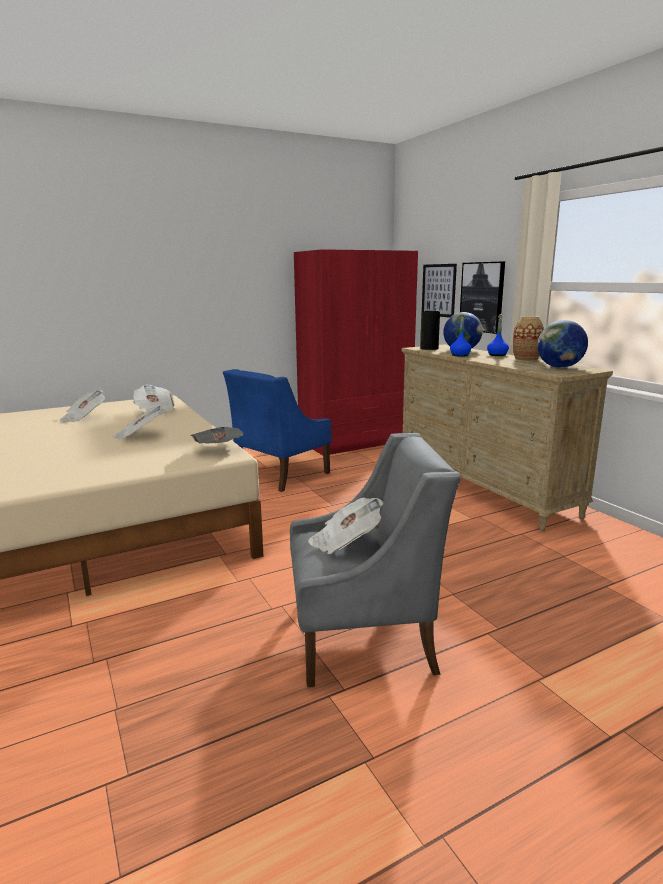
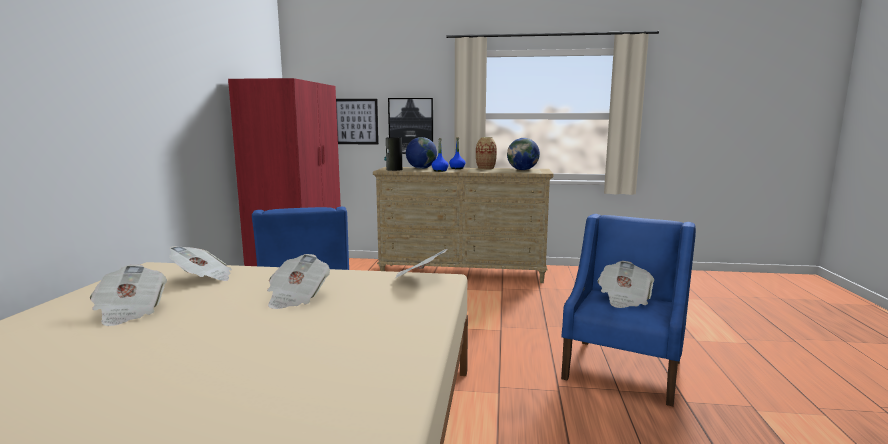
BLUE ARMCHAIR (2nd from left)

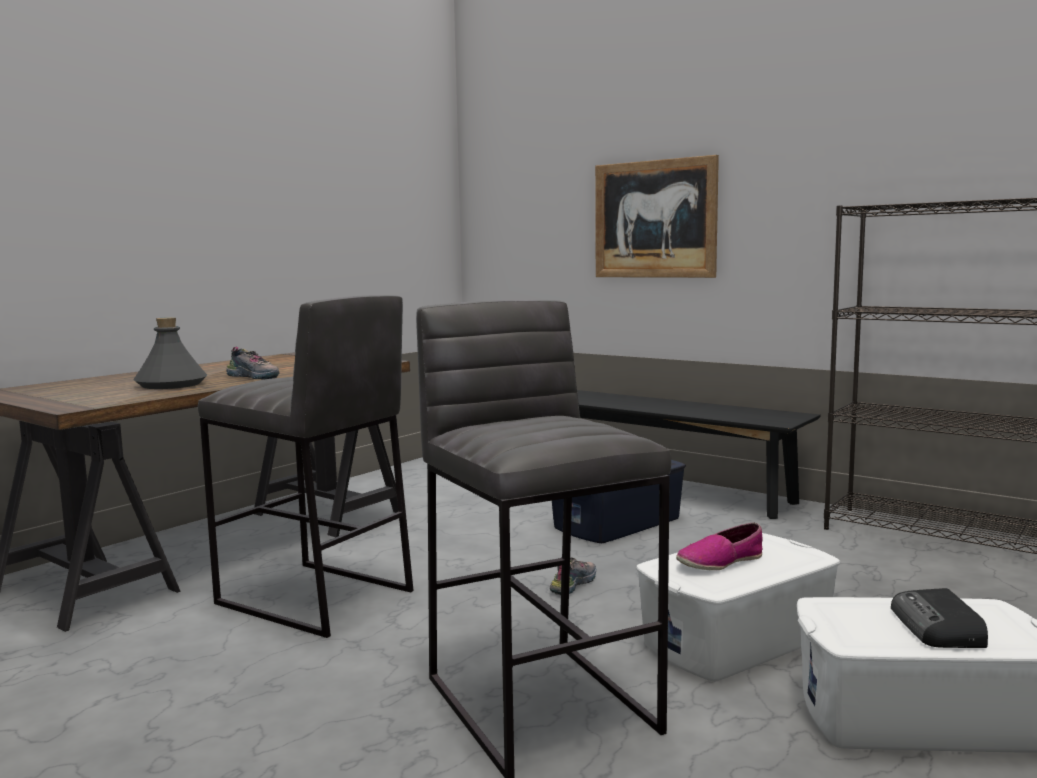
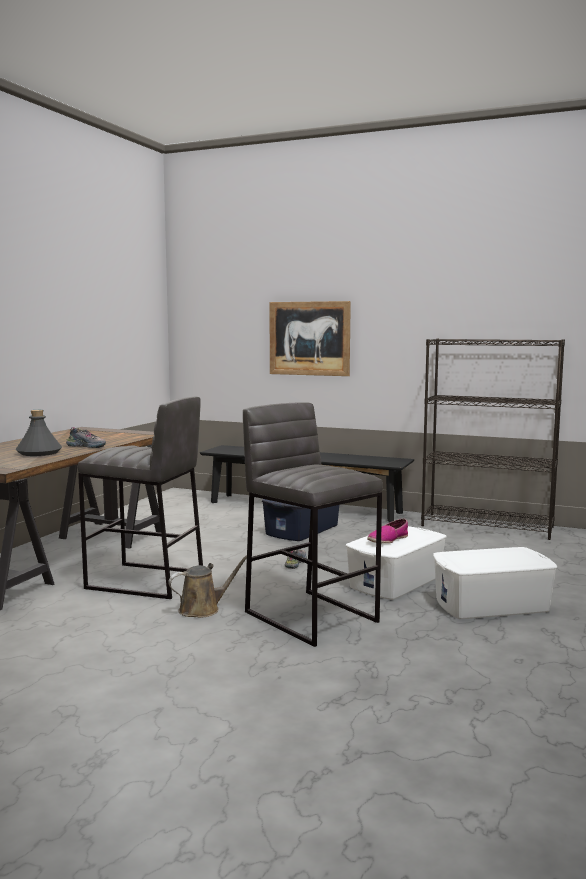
BROWN-COLOURED WATERING CAN; RADIO RECEIVER

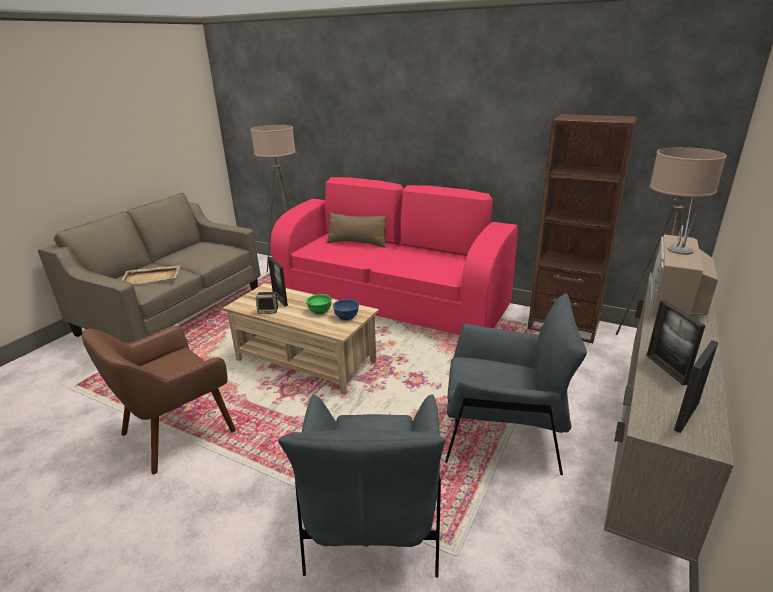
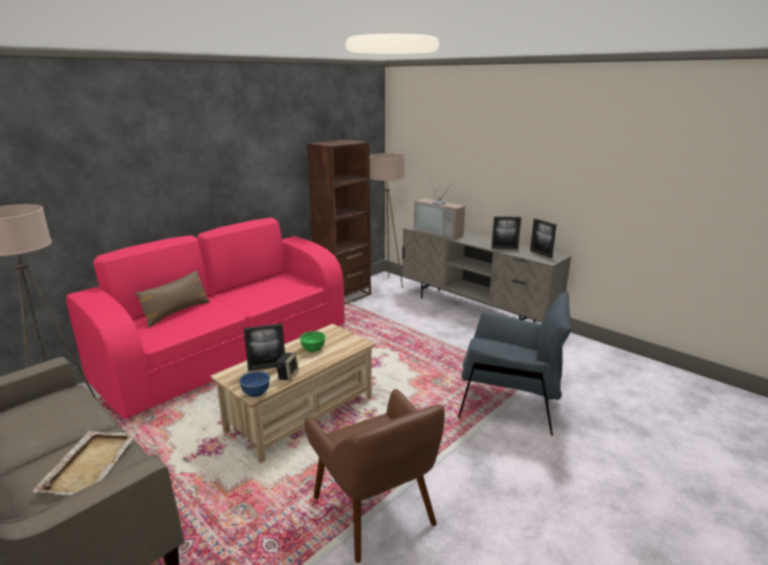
BLUE BOWL; GREYISH ARMCHAIR (2nd from left in the first image)

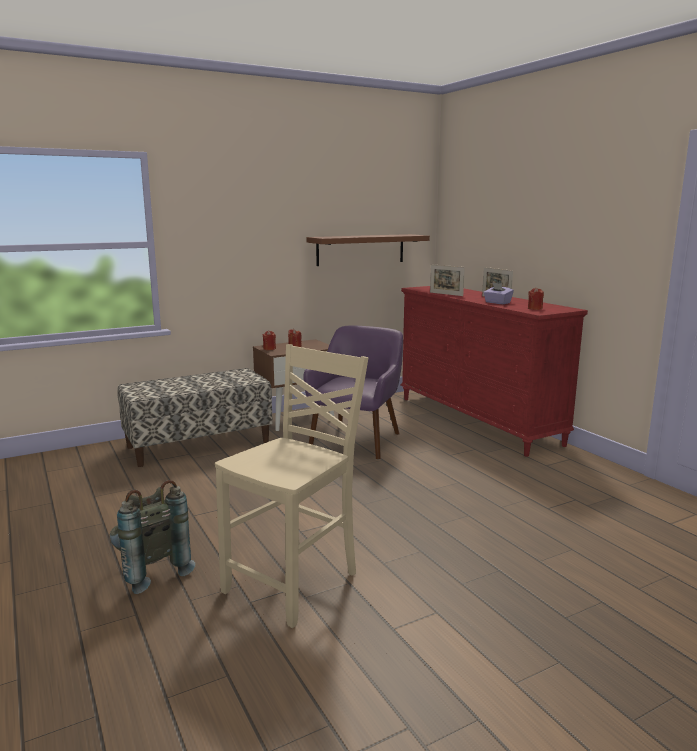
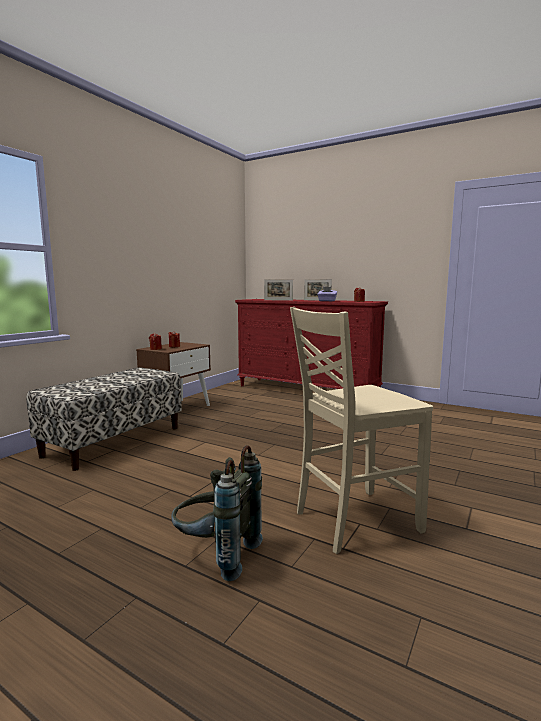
BEIGE-COLOURED UPRIGHT CHAIR; PURPLISH ARMCHAIR; BROWN-COLOURED WALL SHELF

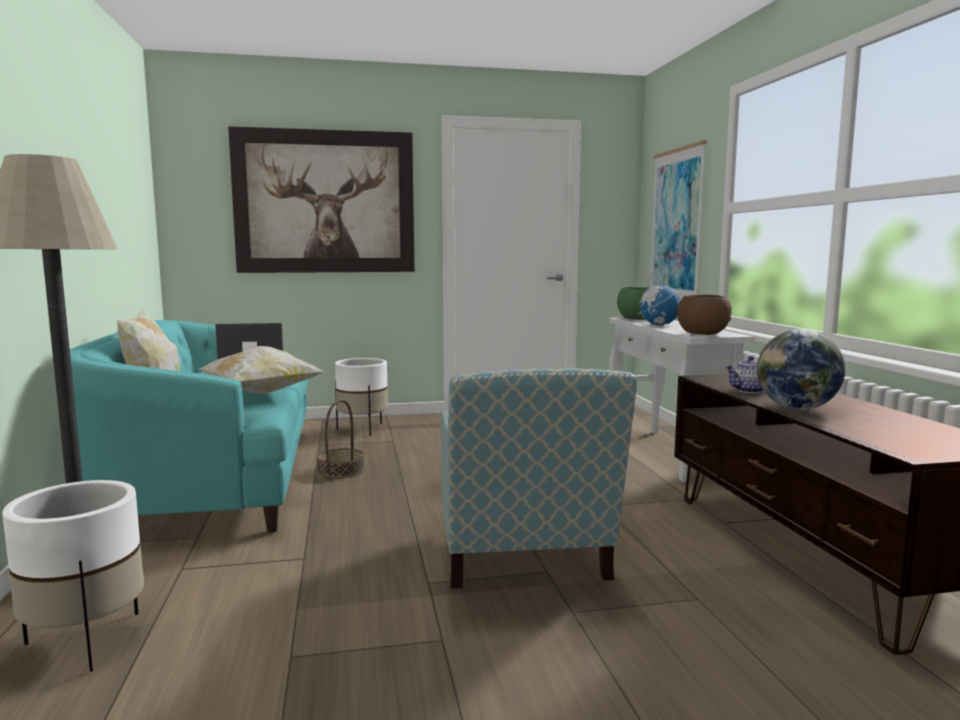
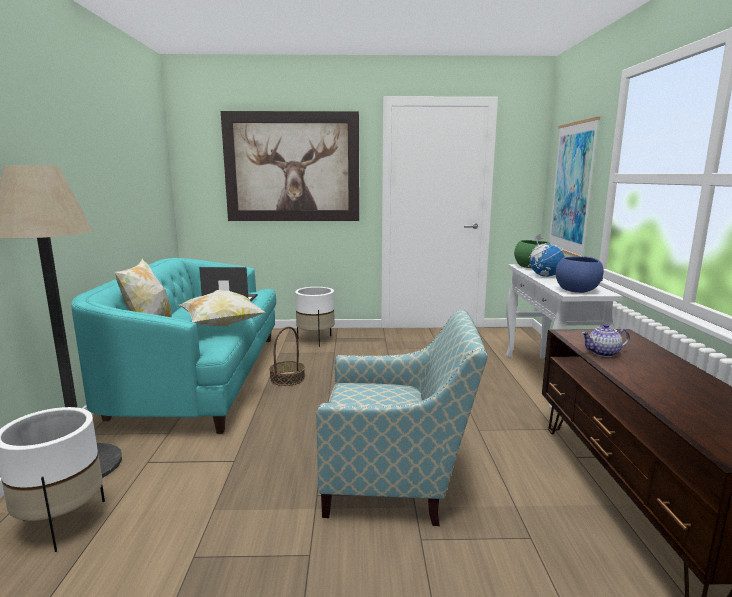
ARMCHAIR; BLUE BOWL; WORLD GLOBE (2nd from left in the first image)

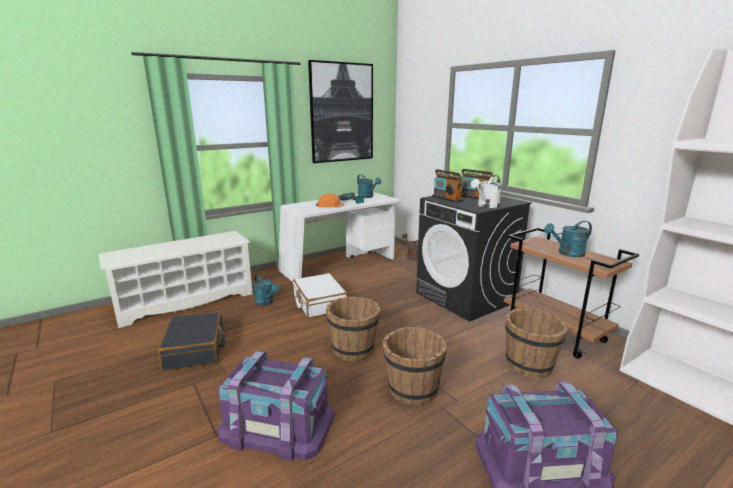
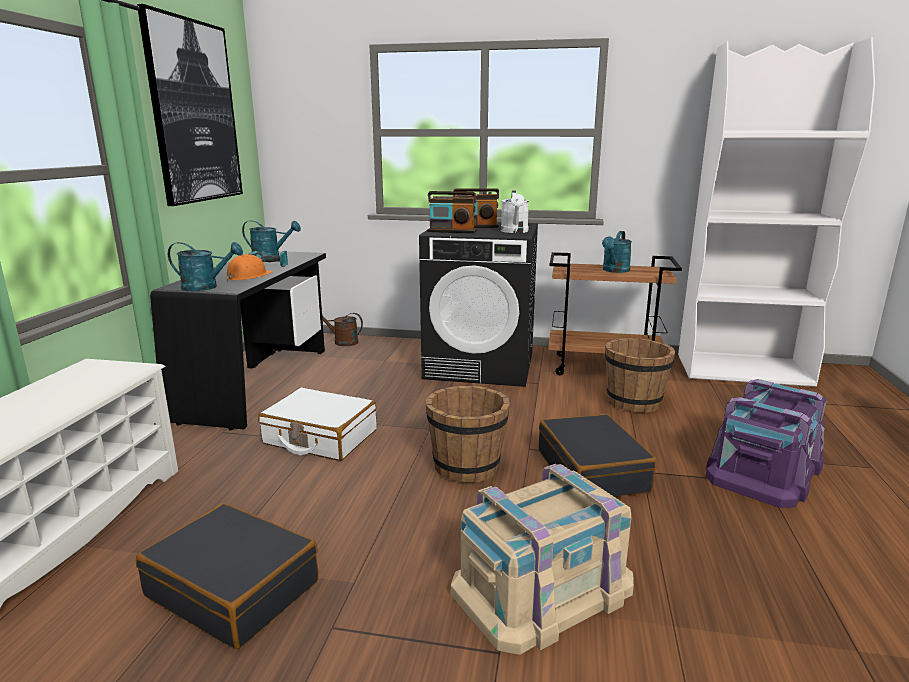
BLACKISH DESK; BLUE-GREEN WATERING CAN (1st from left); BEIGE-COLOURED STORAGE BIN; BLACKISH PIECE OF LUGGAGE (2nd from left)

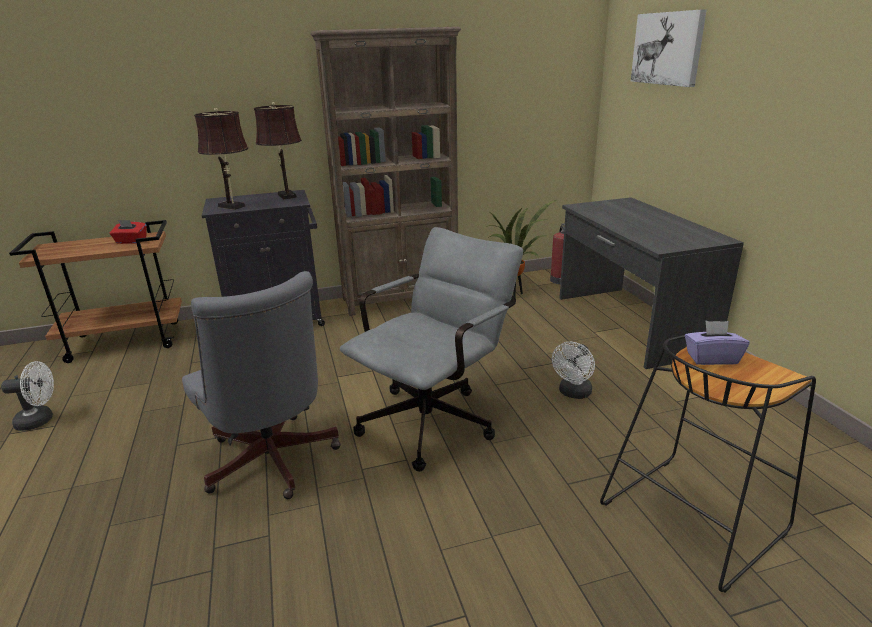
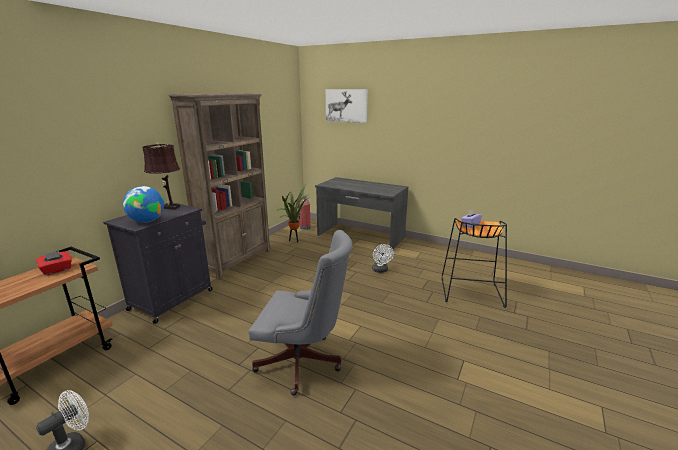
WORLD GLOBE; GREYISH OFFICE CHAIR (2nd from left in the first image)

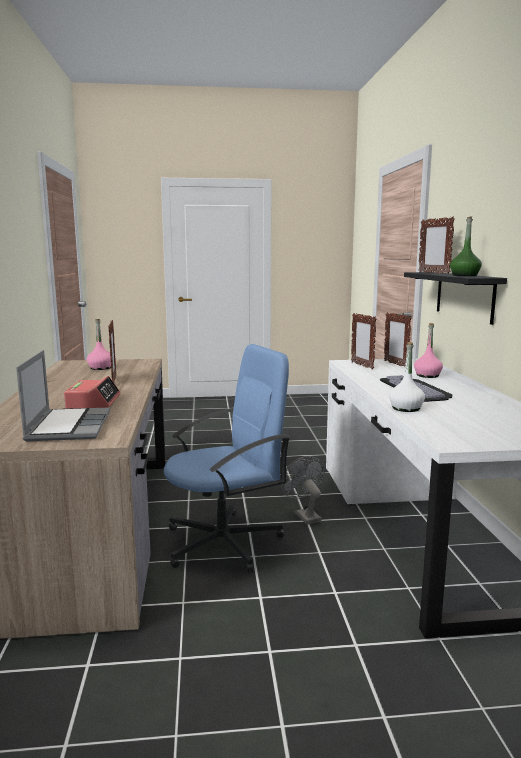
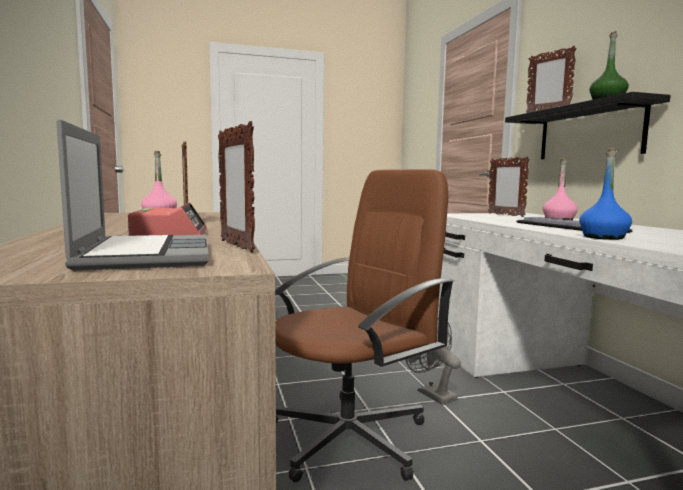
PHOTO FRAME (2nd from left); BROWN-COLOURED OFFICE CHAIR; BLUE BOTTLE

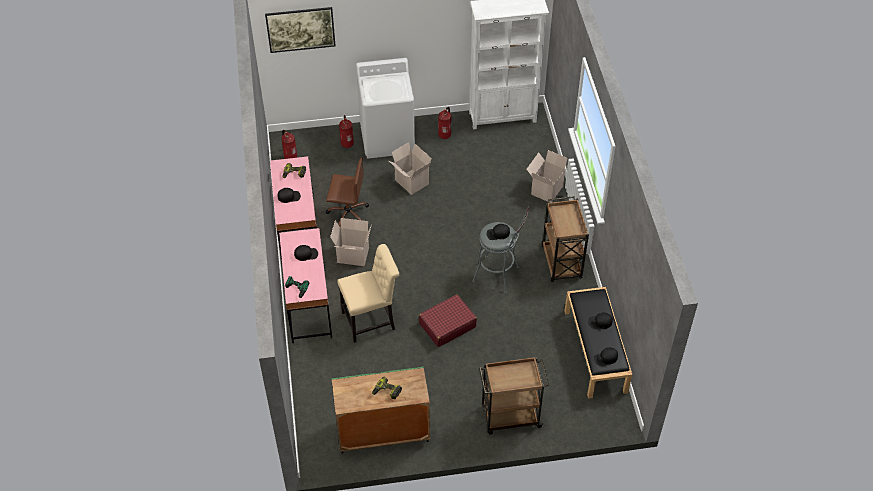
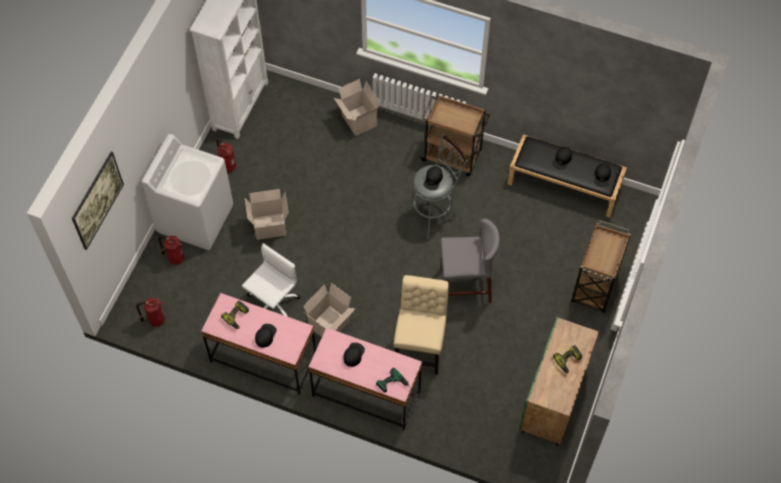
WHITISH OFFICE CHAIR; GREYISH SITTING STOOL (2nd from left)

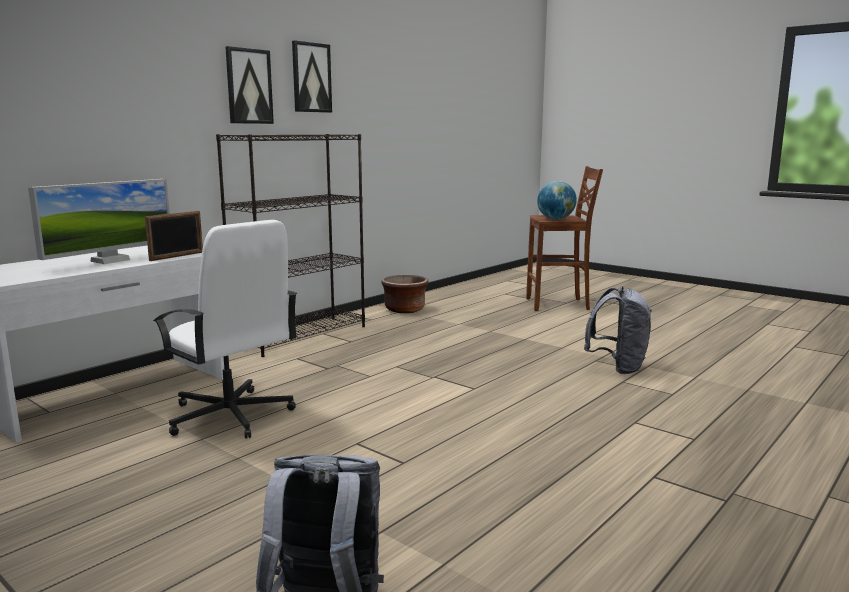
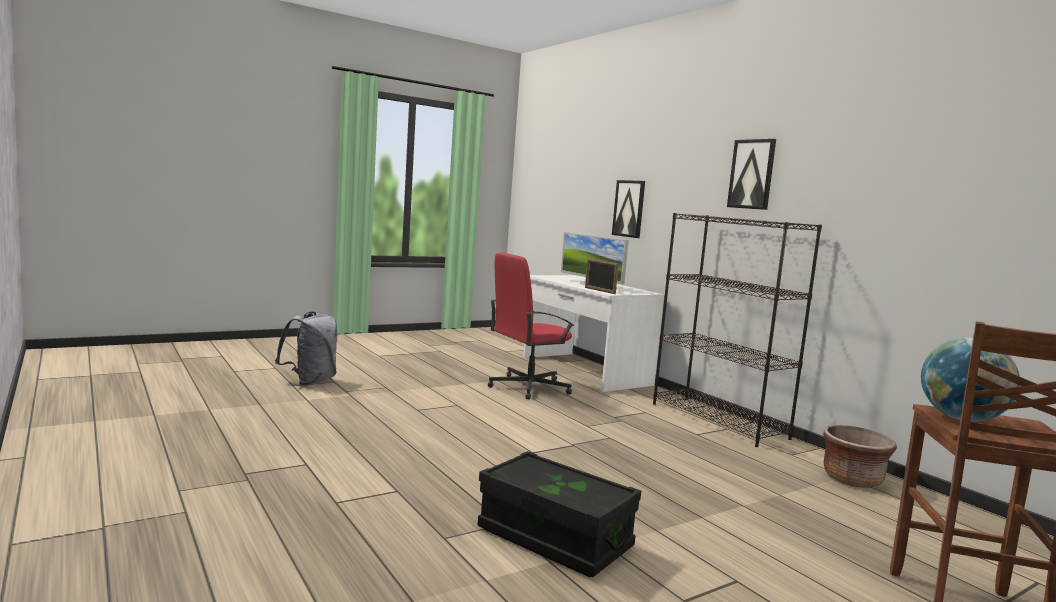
BLACKISH STORAGE BIN; REDDISH OFFICE CHAIR; WALL ART (1st from left)

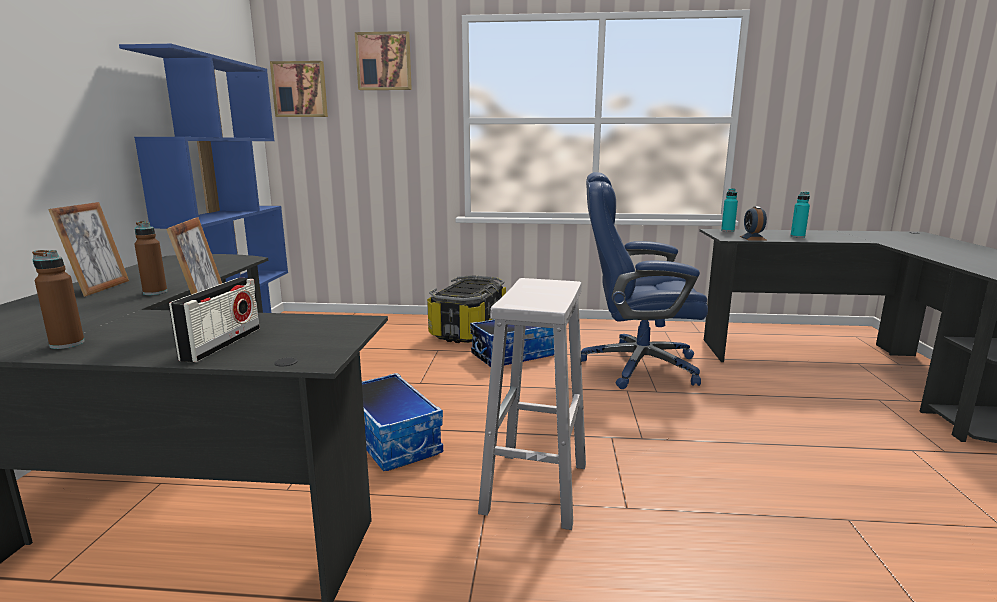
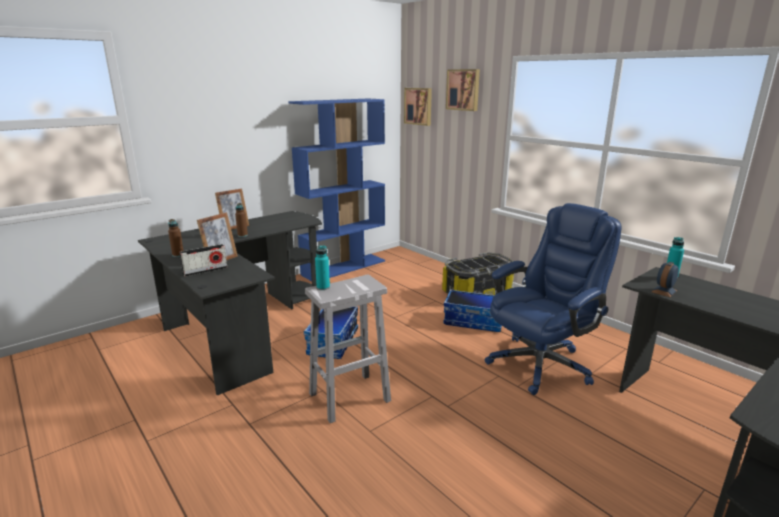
BLUE-GREEN BOTTLE (1st from left); BLUE OFFICE CHAIR

